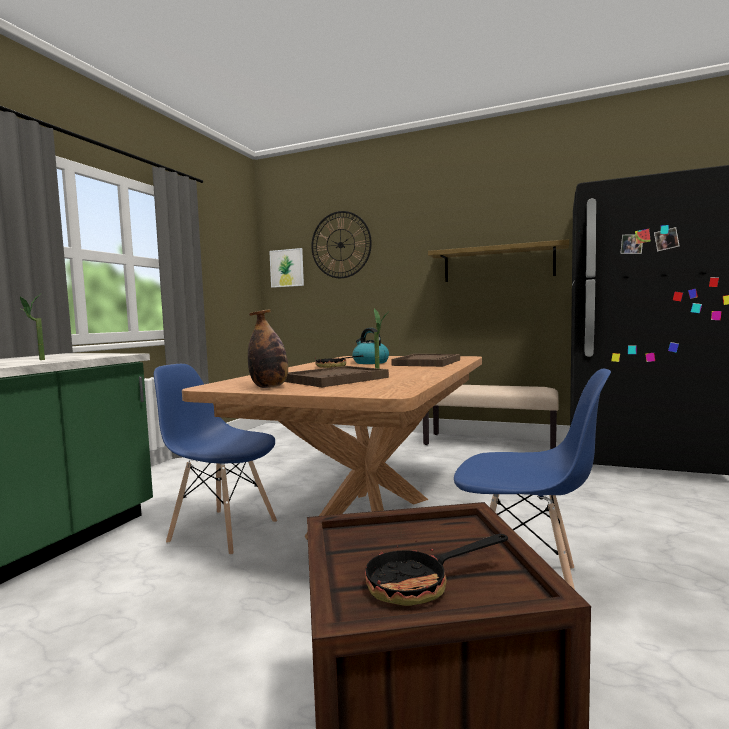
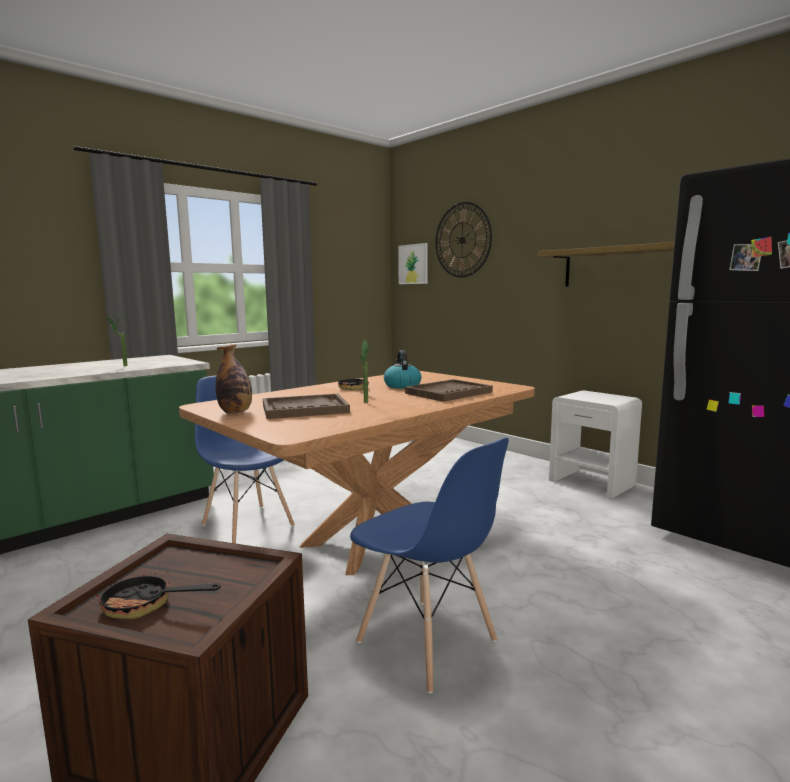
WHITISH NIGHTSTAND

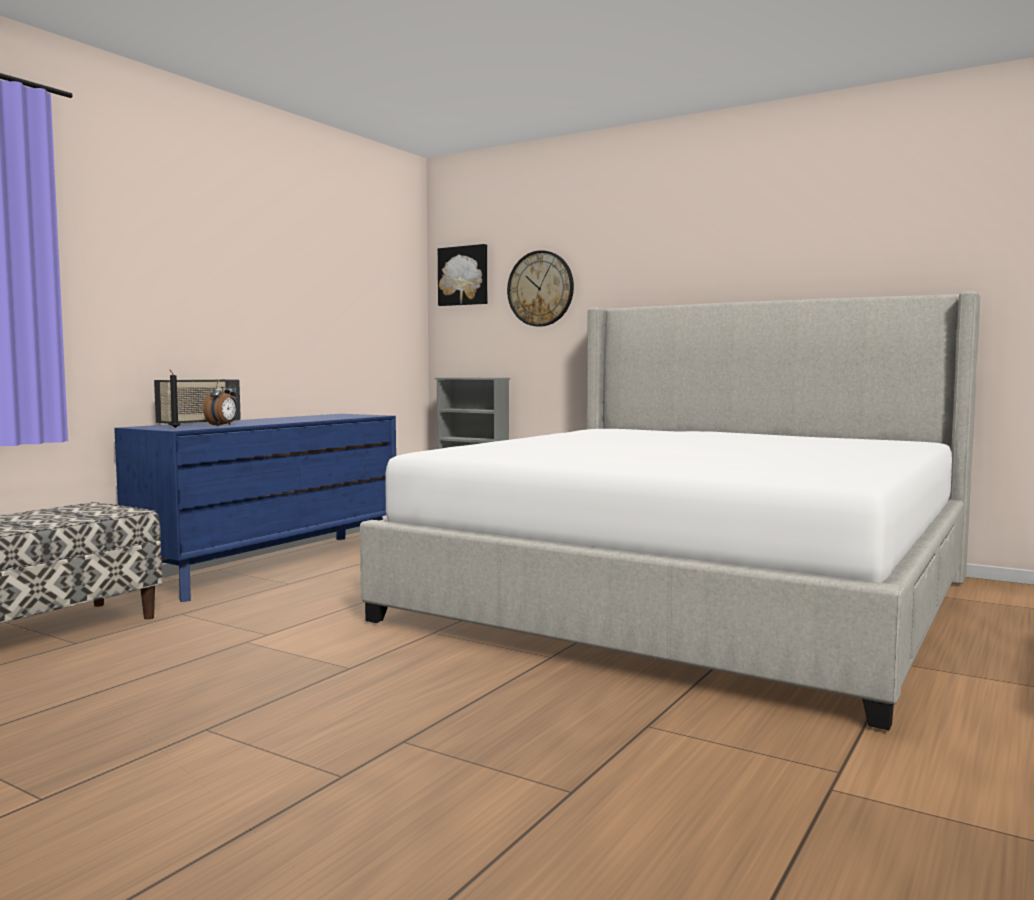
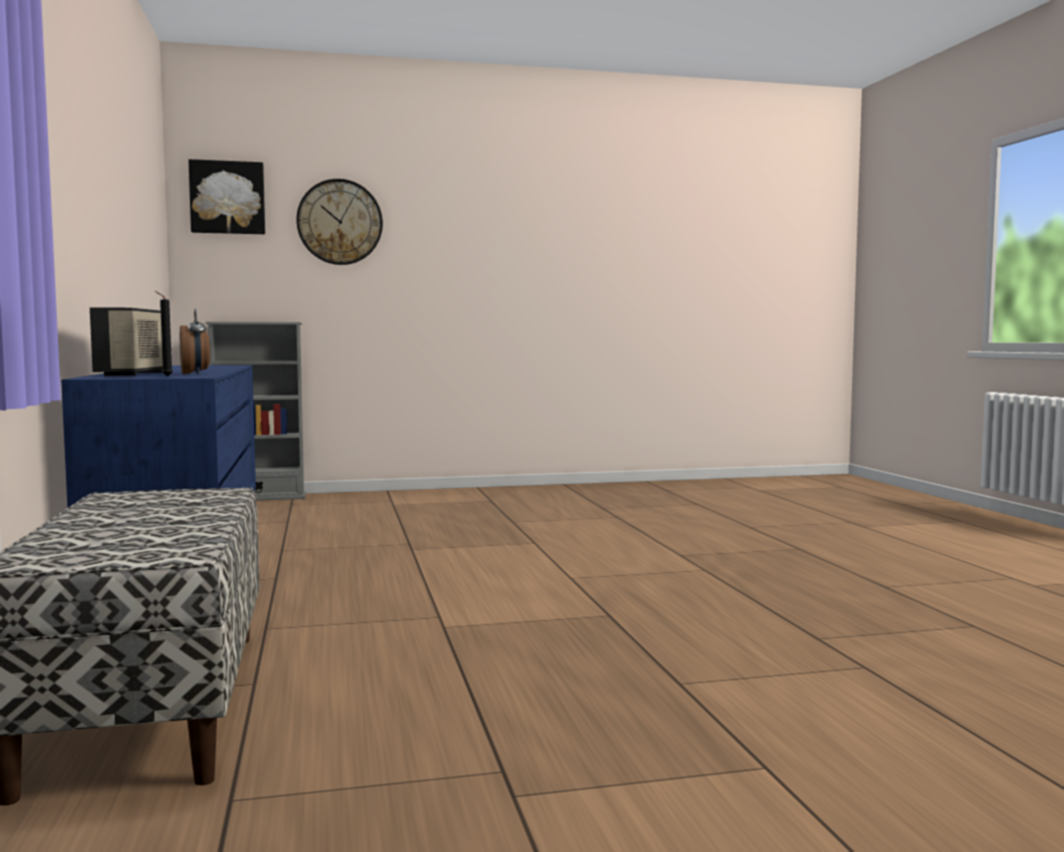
BEDROOM BED

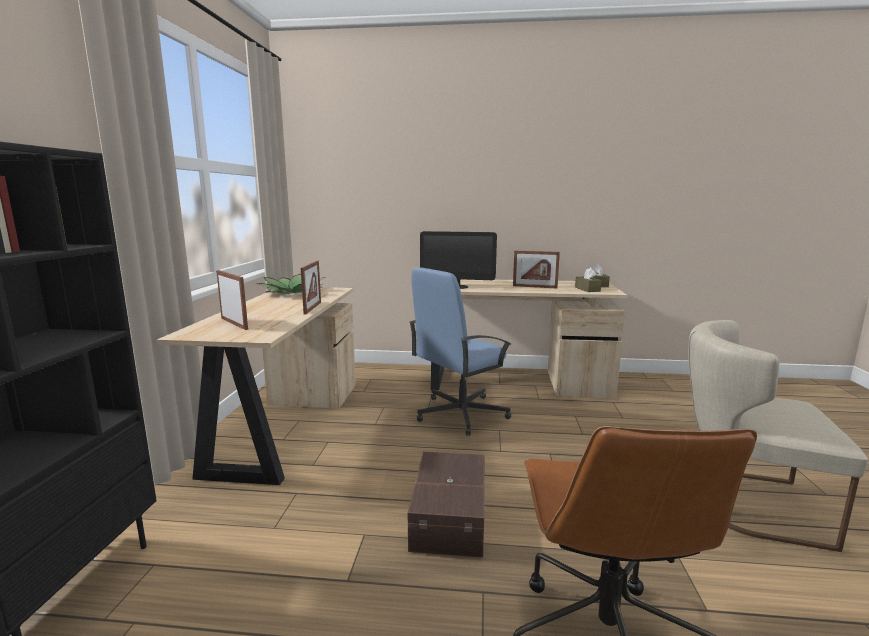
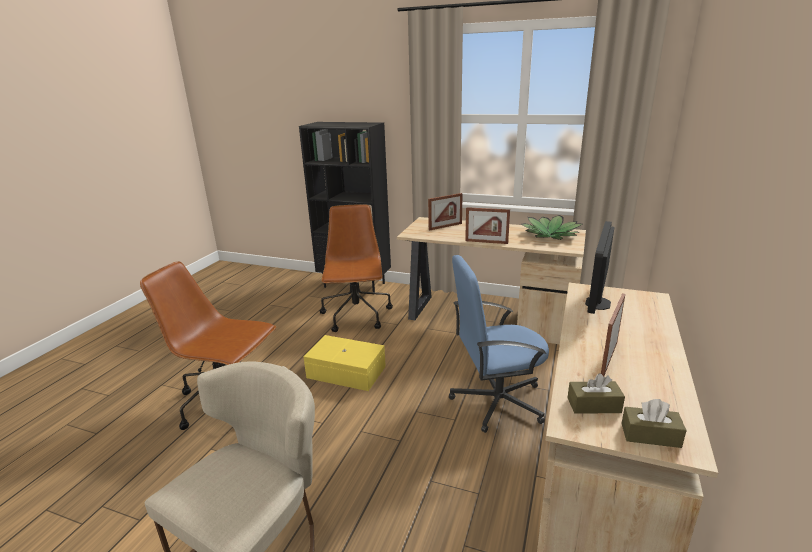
YELLOW STORAGE BIN; BROWN-COLOURED OFFICE CHAIR (2nd from left); BLUE OFFICE CHAIR

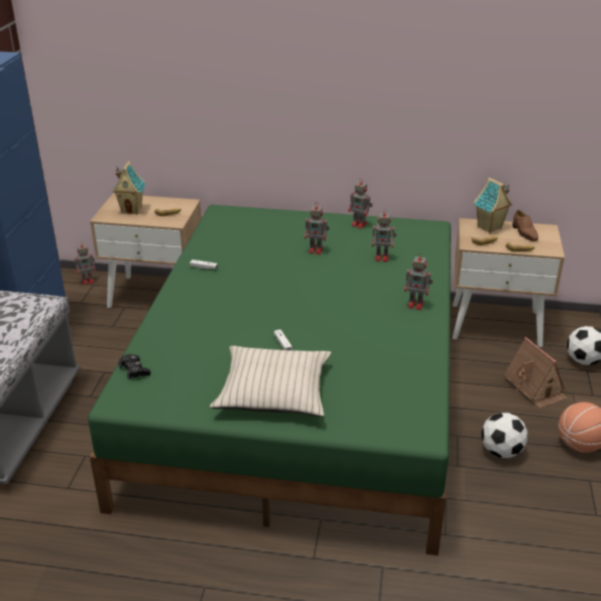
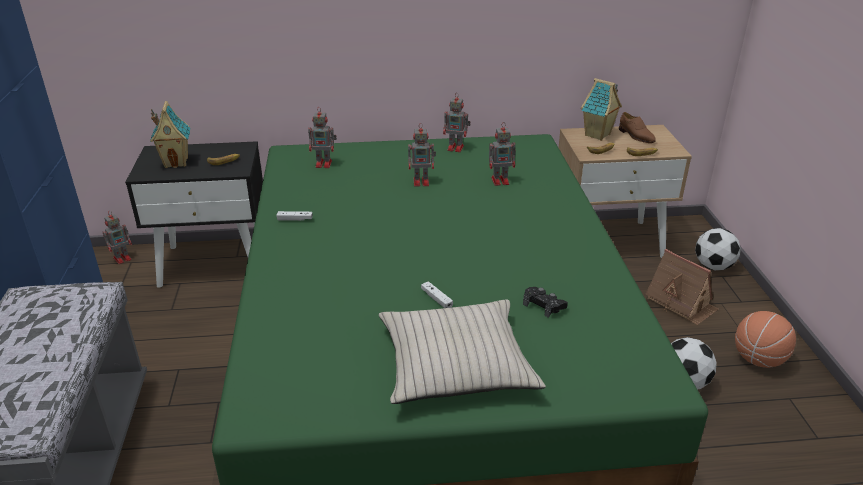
BLACKISH NIGHTSTAND; ROBOT FIGURE (2nd from left); BLACKISH JOYPAD

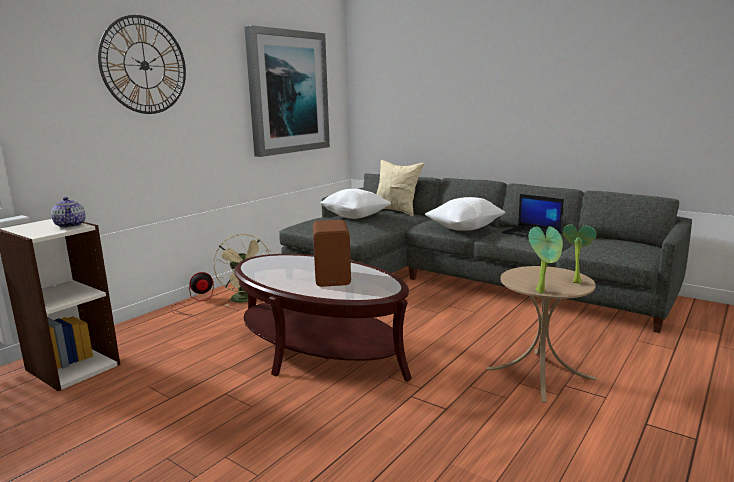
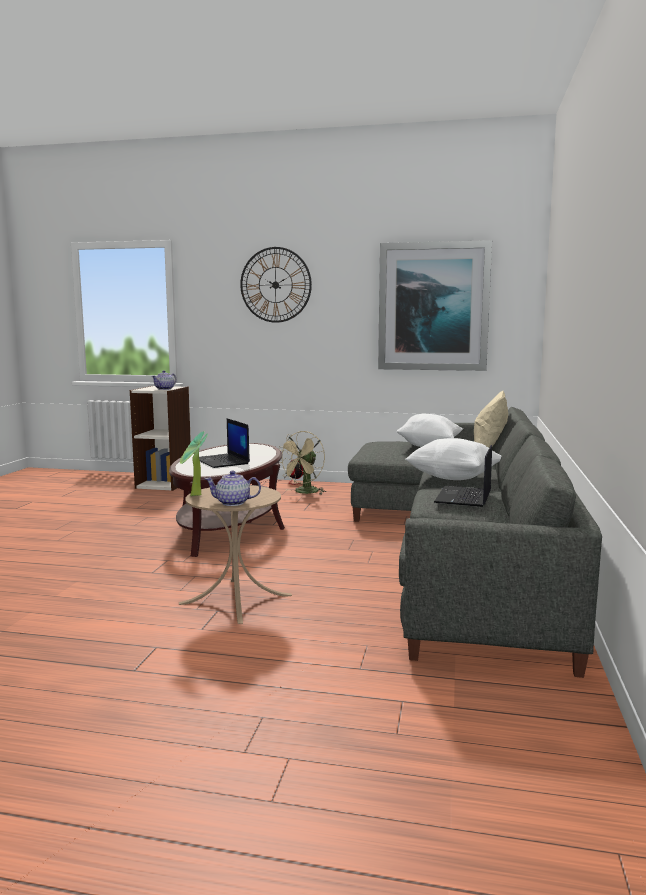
LAPTOP (1st from left); TEA POT (2nd from left)

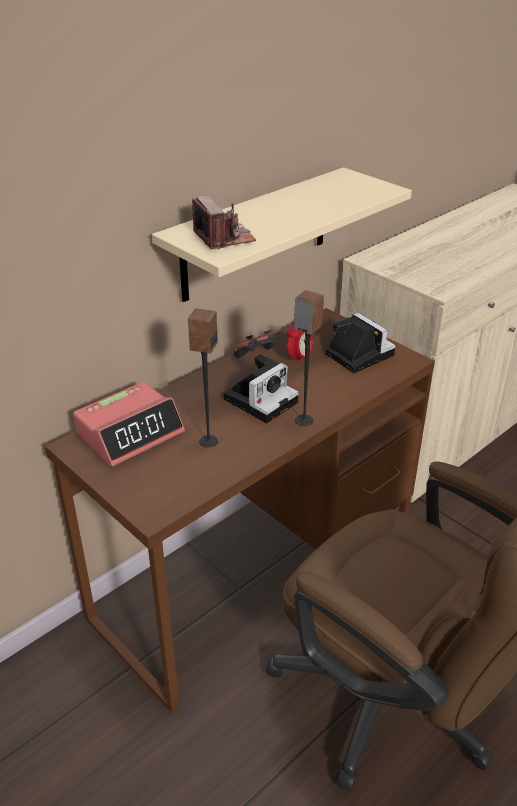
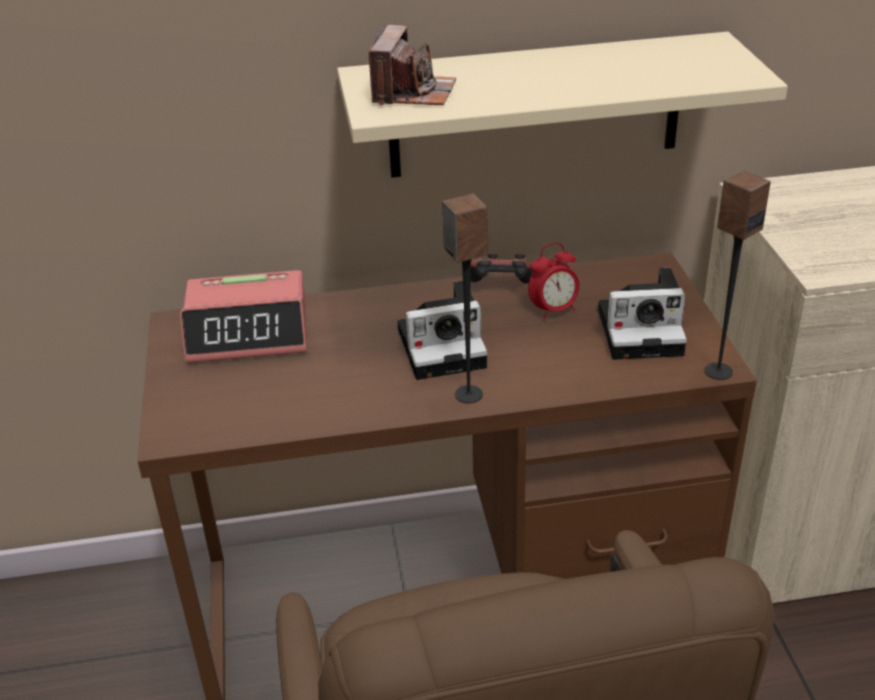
STILL CAMERA (3rd from left); AUDIO SPEAKER (2nd from left)

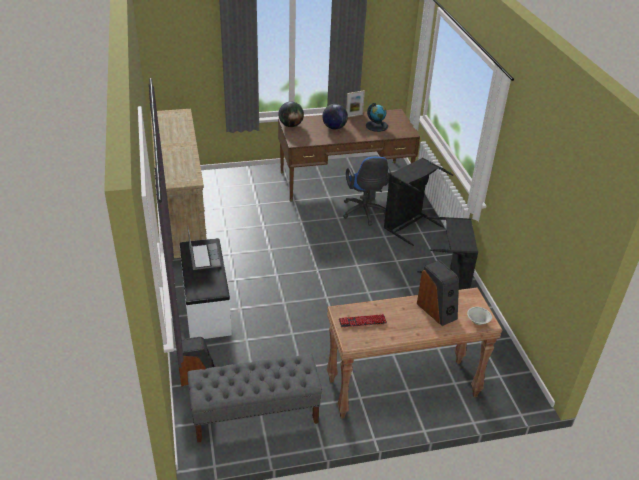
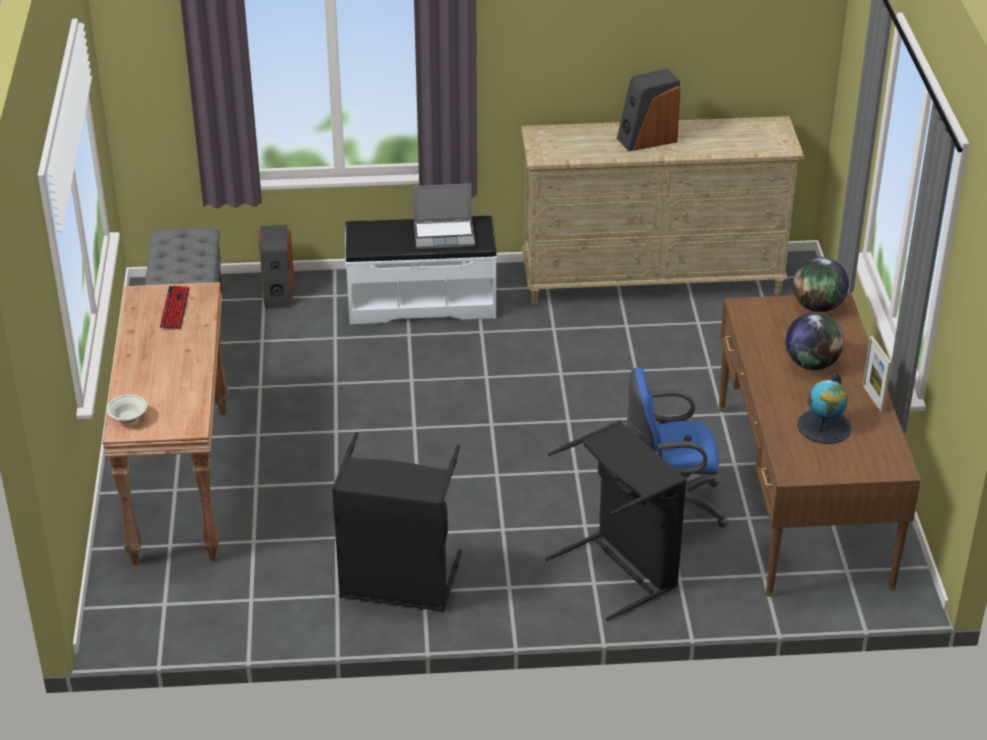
AUDIO SPEAKER (2nd from left)

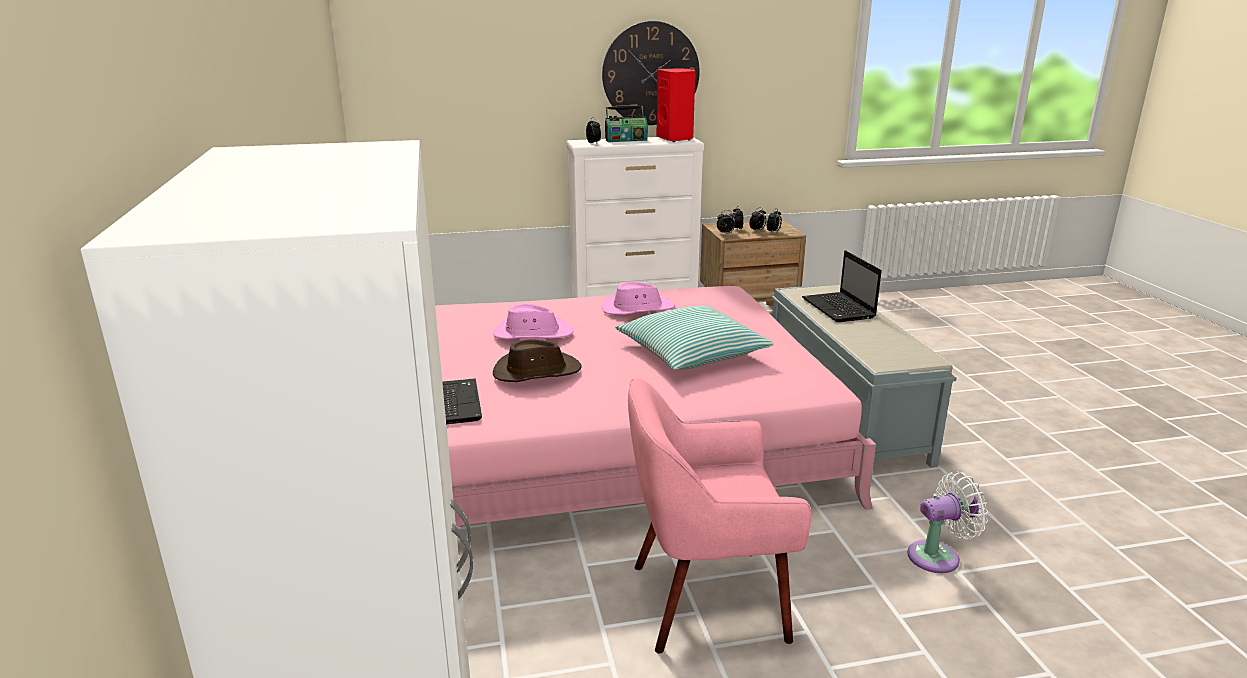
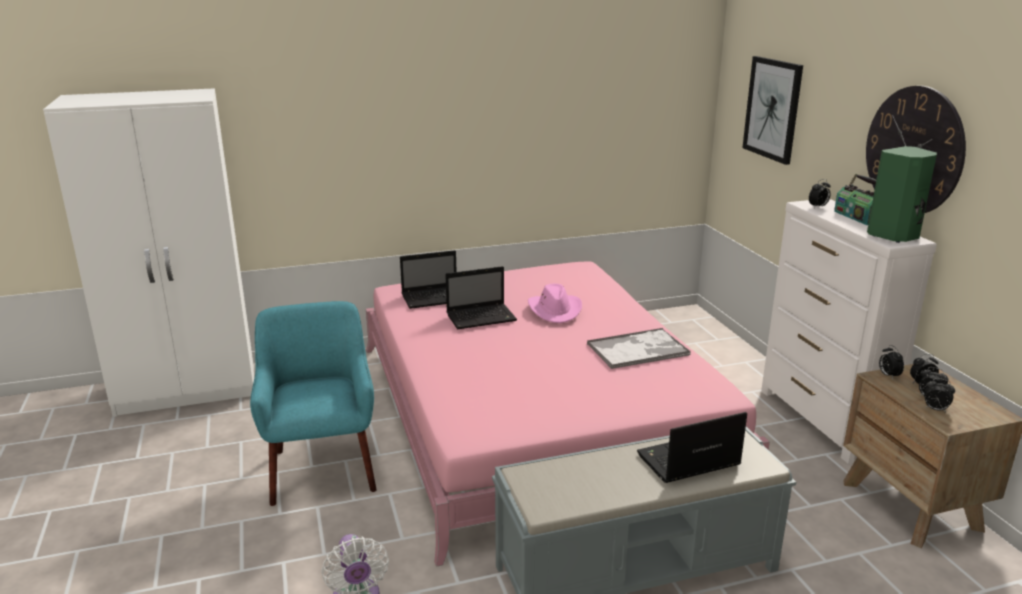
BLUE-GREEN ARMCHAIR; LAPTOP (2nd from left); TRAY; WALL ART; GREEN AUDIO SPEAKER; CUSHION

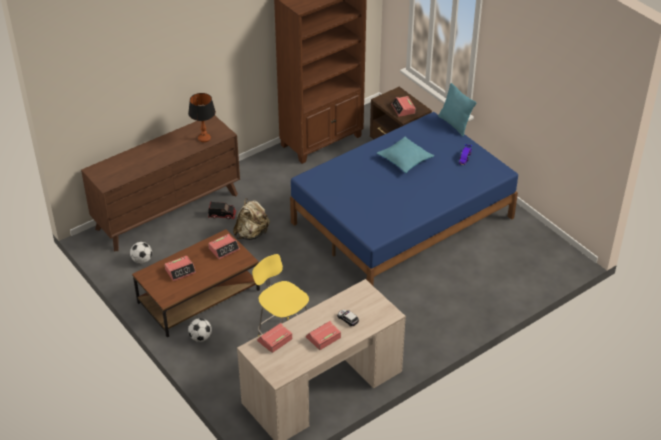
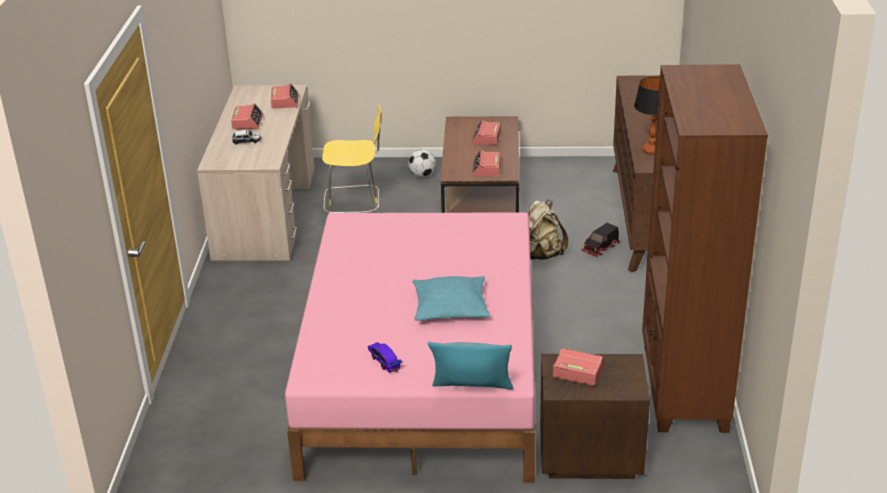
PINKISH BEDROOM BED; BALL FOR FOOTBALL (1st from left in the first image)

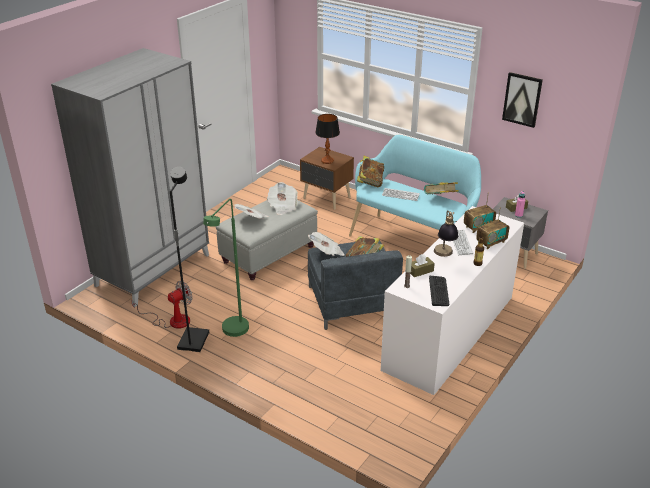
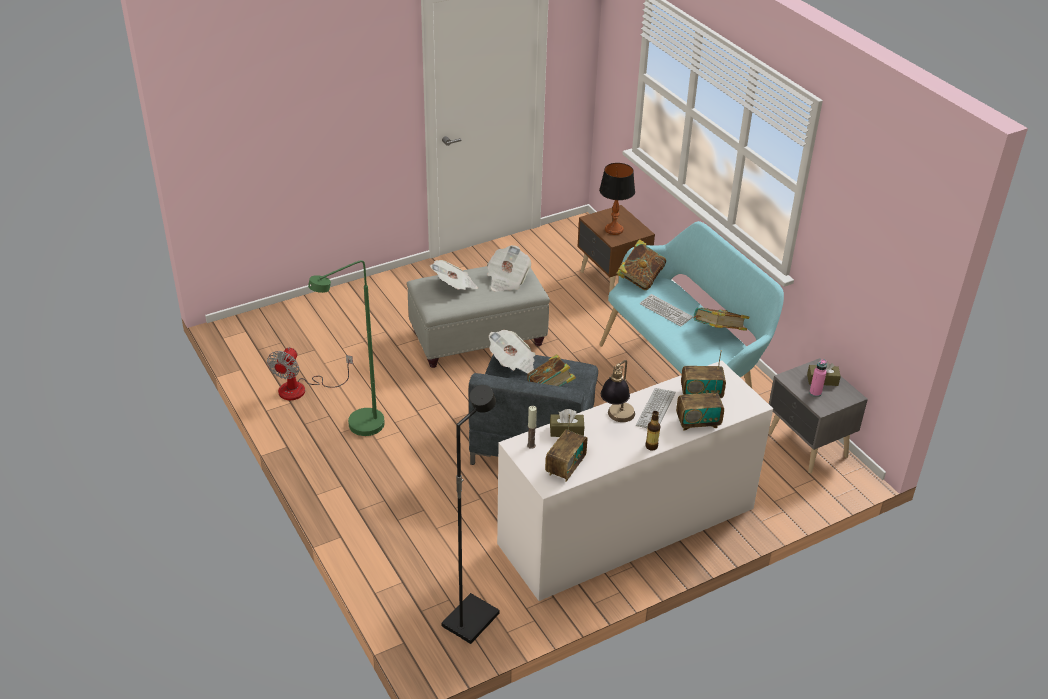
FAN; BLACKISH FLOOR LAMP; RADIO RECEIVER (1st from left); GREYISH ARMOIRE; WALL ART

